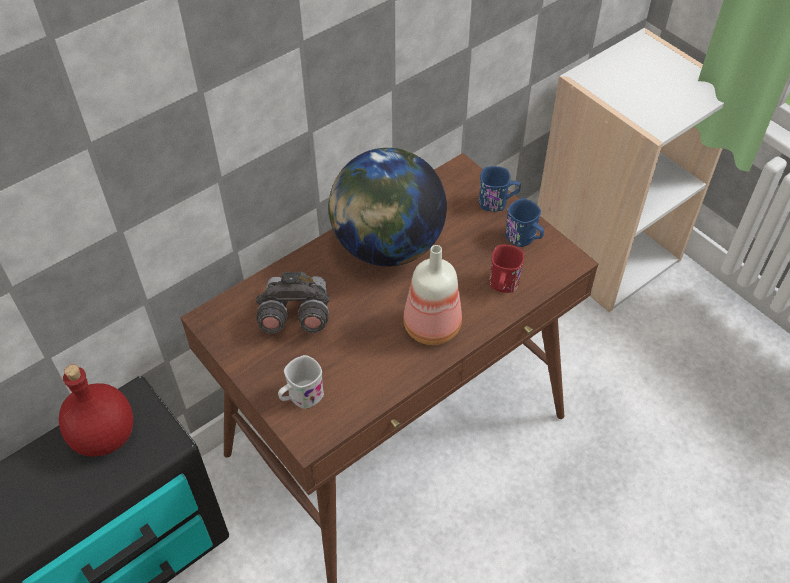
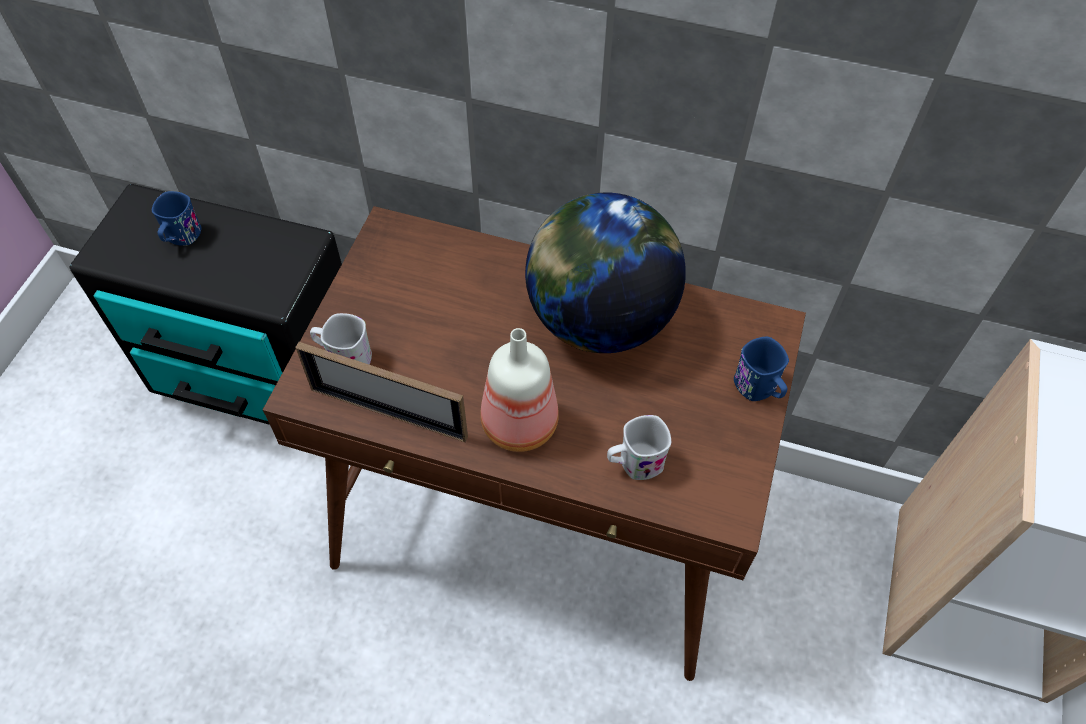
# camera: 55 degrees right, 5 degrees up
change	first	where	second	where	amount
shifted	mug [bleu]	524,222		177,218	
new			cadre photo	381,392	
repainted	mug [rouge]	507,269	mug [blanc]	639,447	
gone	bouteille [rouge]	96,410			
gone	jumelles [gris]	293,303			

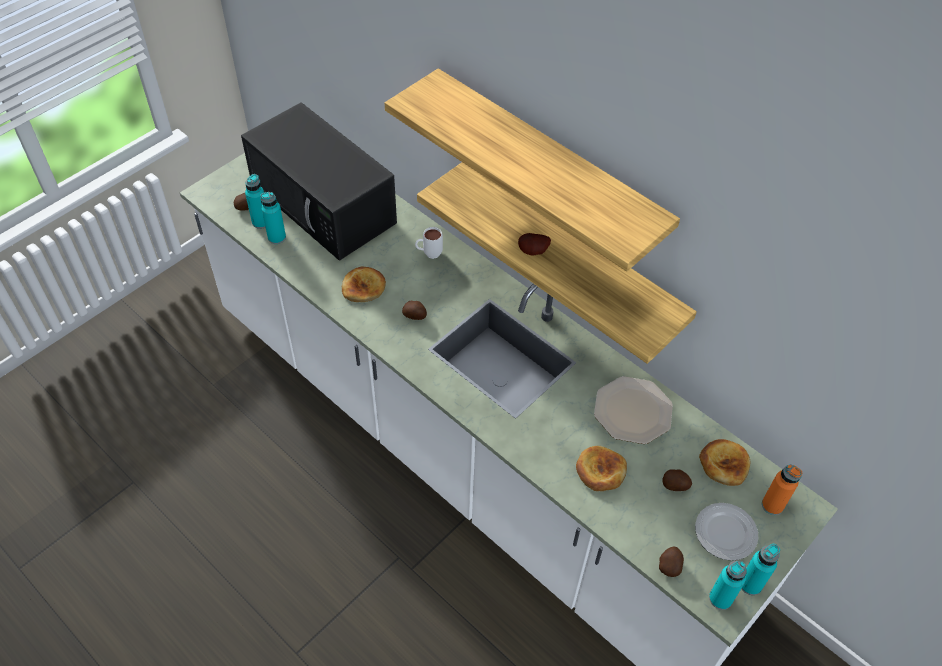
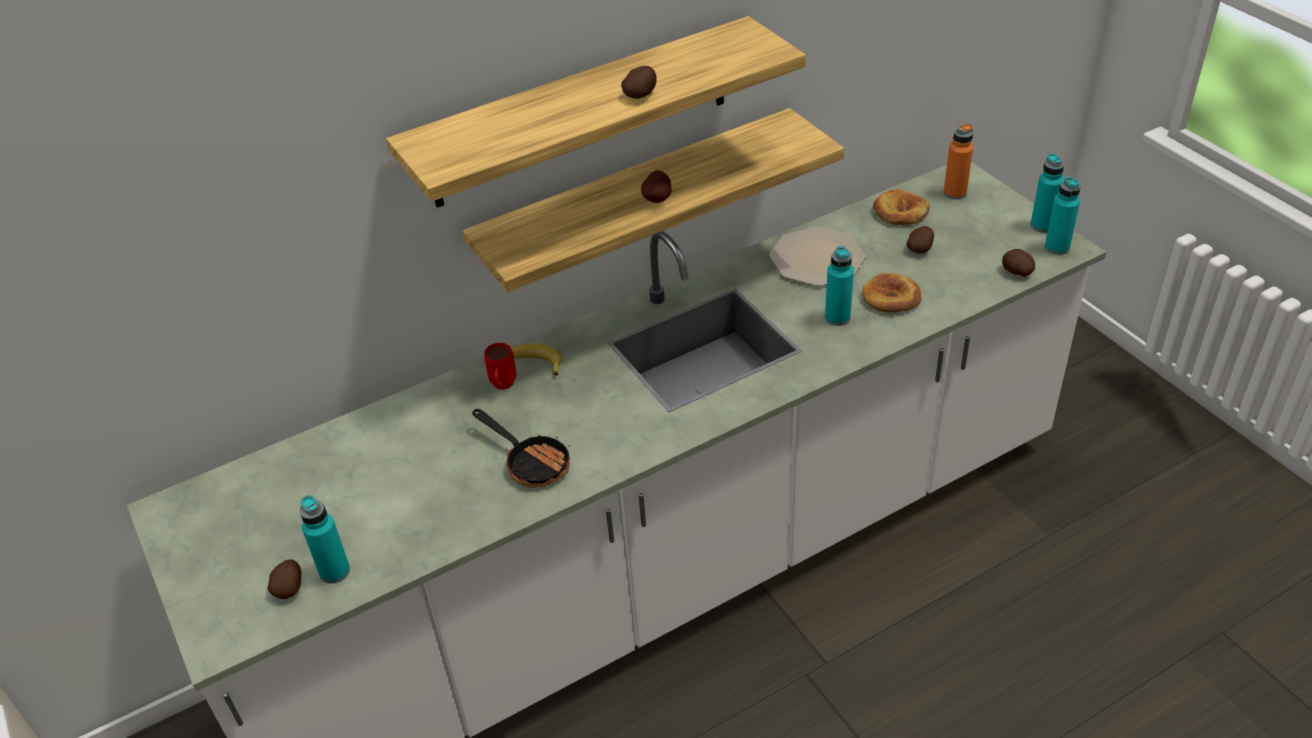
# camera: 70 degrees left, 10 degrees down
change	first	where	second	where	amount
swapped	pain	364,284	poêle	521,448	
repainted	mug [blanc]	429,243	mug [rouge]	500,366	
new			banane	537,359	
shifted	pomme de terre	414,310		639,82	
shifted	bouteille [turquoise]	273,218		839,286	
gone	micro-ondes [noir]	319,181			
gone	assiette	726,532			

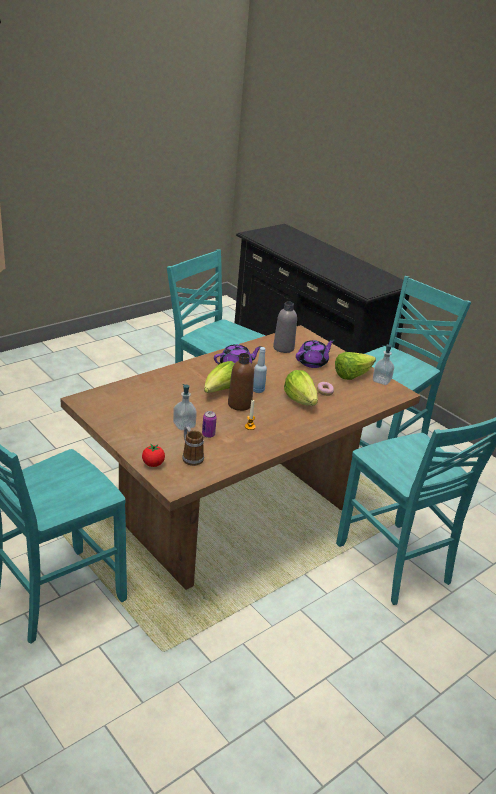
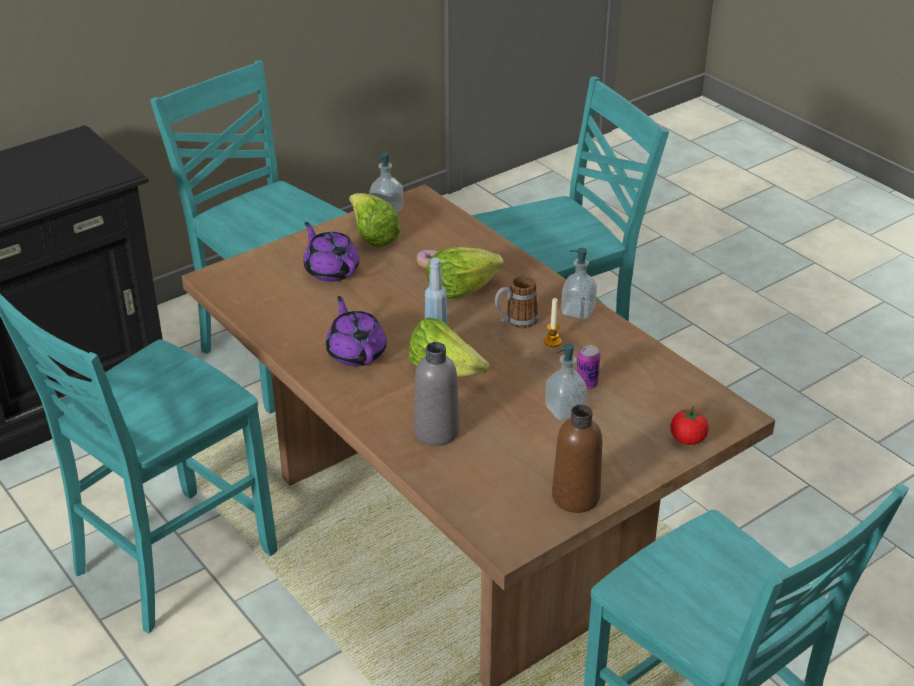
# camera: 85 degrees left, 5 degrees up
change	first	where	second	where	amount
shifted	bouteille [gris]	285,327		437,394	
shifted	mug	193,446		516,302	
shifted	bouteille [marron]	241,382		577,458	
new			distributeur de savon	579,283	

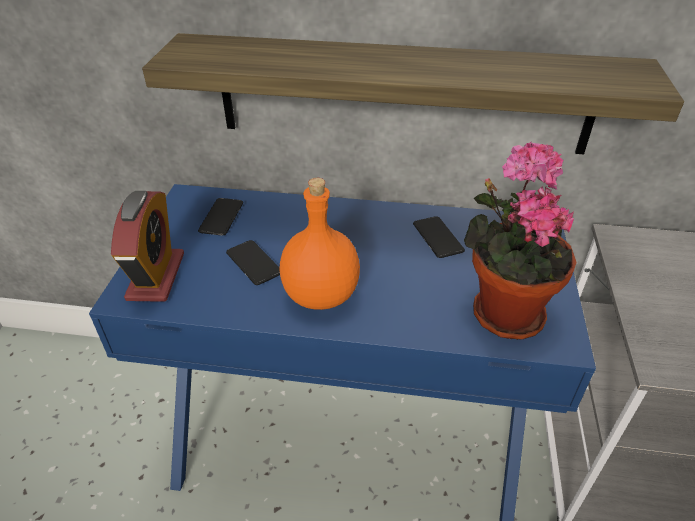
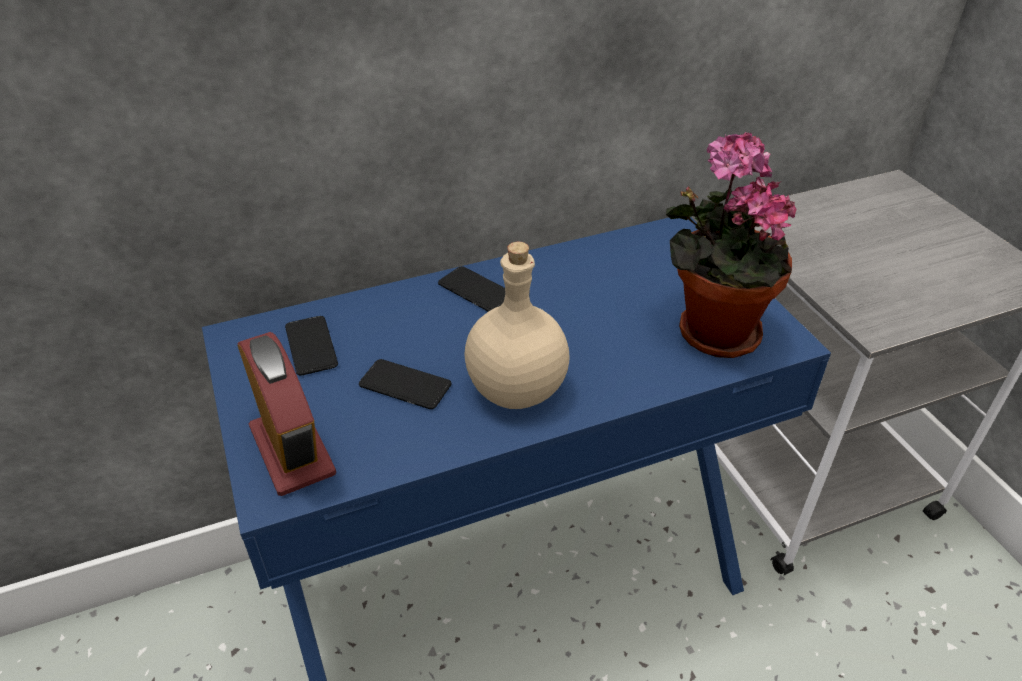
# camera: 30 degrees left, 0 degrees up
change	first	where	second	where	amount
shifted	téléphone	439,237		472,289	
repainted	bouteille [orange]	319,244	bouteille [beige]	517,325	
gone	étagère	413,93			

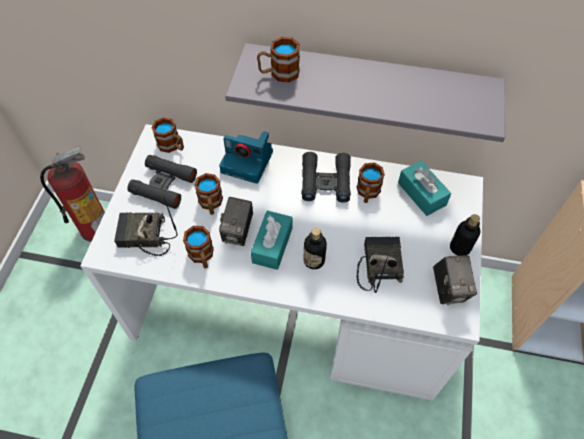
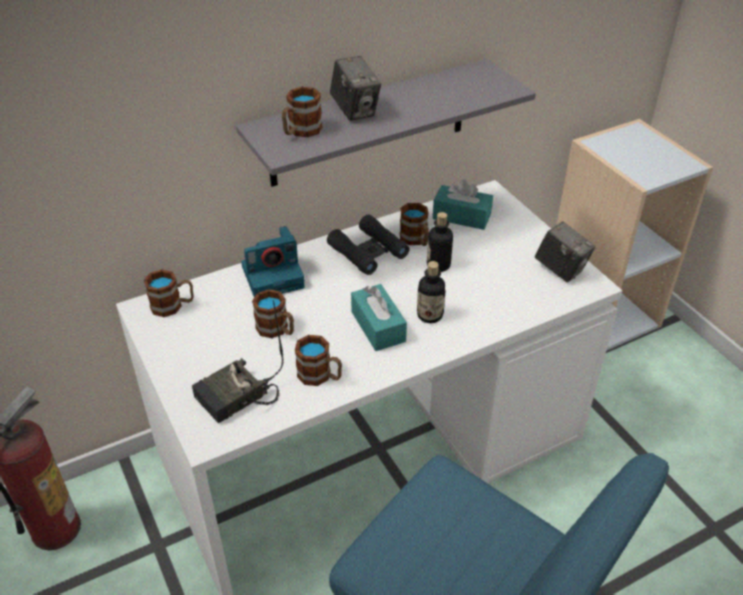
# camera: 40 degrees left, 15 degrees down
change	first	where	second	where	amount
shifted	appareil photo	236,221		355,88	
shifted	bouteille	465,235		440,242	
gone	jumelles [noir]	162,182			
gone	radio	380,265			

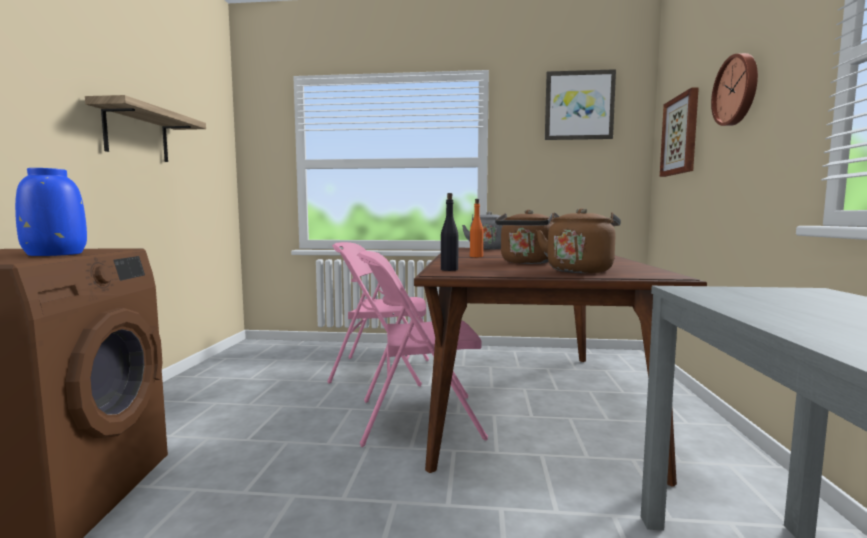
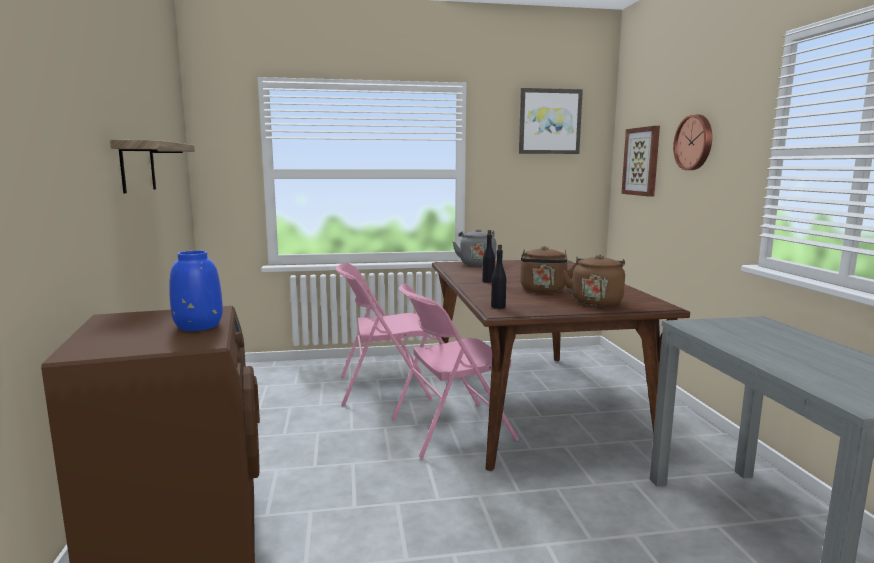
# camera: 15 degrees left, 5 degrees up
change	first	where	second	where	amount
repainted	bouteille [orange]	476,228	bouteille [noir]	488,256	

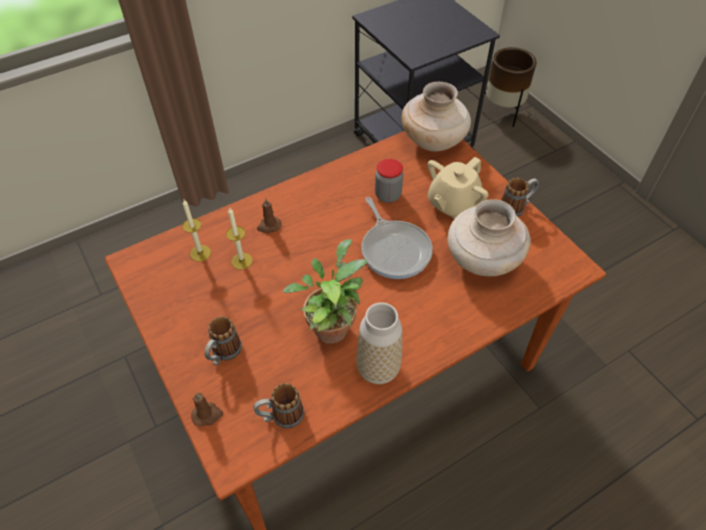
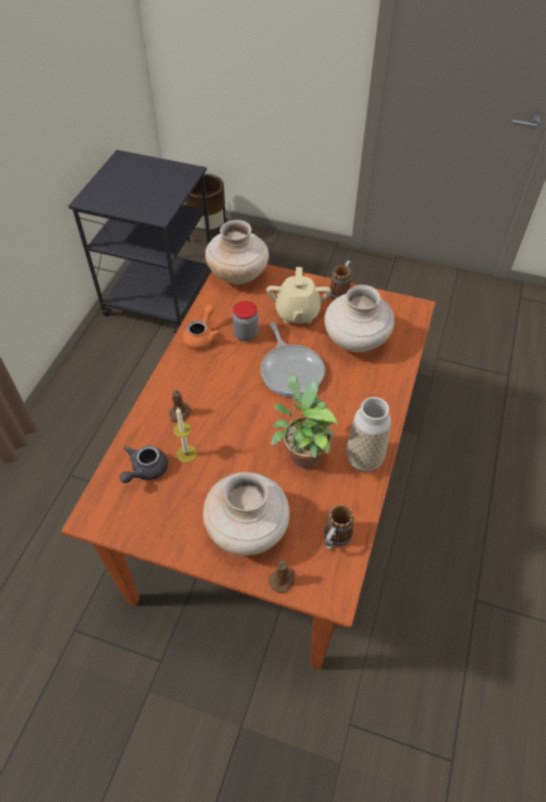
# camera: 40 degrees left, 0 degrees up
change	first	where	second	where	amount
swapped	bougie	196,231	théière [gris]	144,464	
new			théière [orange]	201,327	
swapped	mug	223,340	vase [beige]	246,513	
rotated	poêle	397,238		292,359	45 degrees clockwise

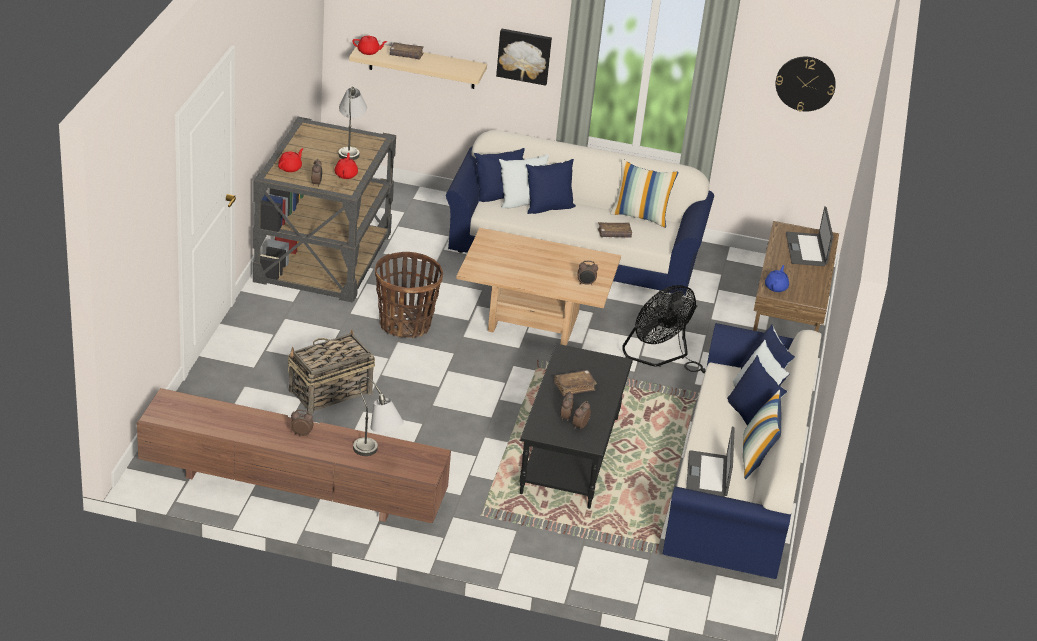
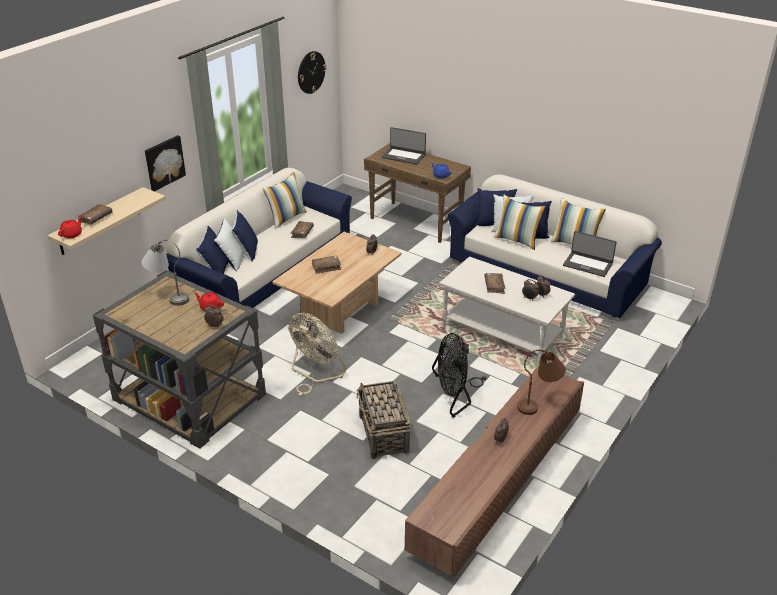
# camera: 65 degrees left, 0 degrees up
change	first	where	second	where	amount
swapped	panier	409,295	ventilateur [beige]	317,355	
new			livre [marron]	326,265	
shifted	ventilateur [noir]	664,329		459,375	
repainted	table basse [noir]	576,426	table basse [blanc]	507,311	
new			coussin	520,222	
repainted	lampe de table [gris]	378,416	lampe de table [marron]	541,382	
gone	théière [rouge]	290,160			

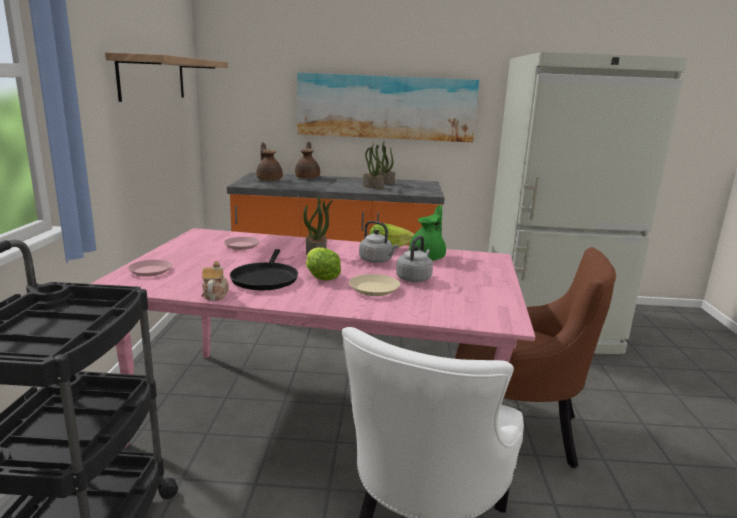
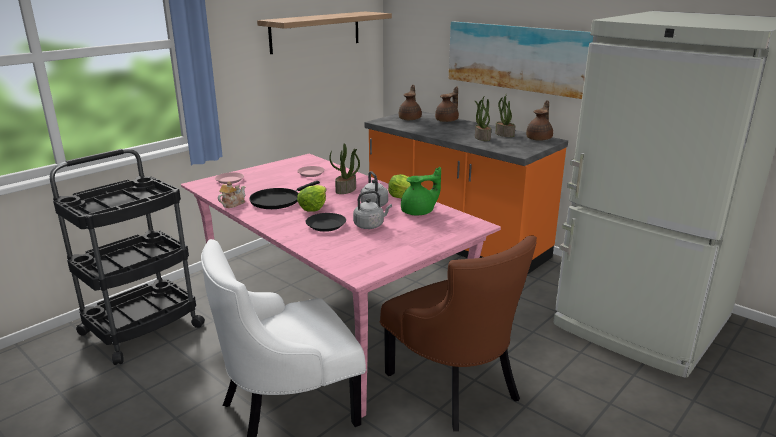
# camera: 40 degrees right, 5 degrees up
change	first	where	second	where	amount
repainted	assiette [beige]	374,285	assiette [noir]	326,222	
new			théière [marron]	539,120	

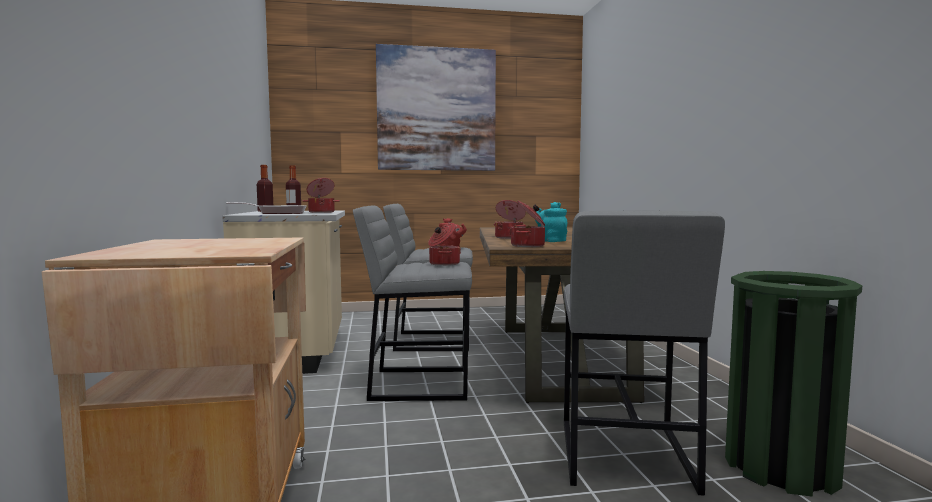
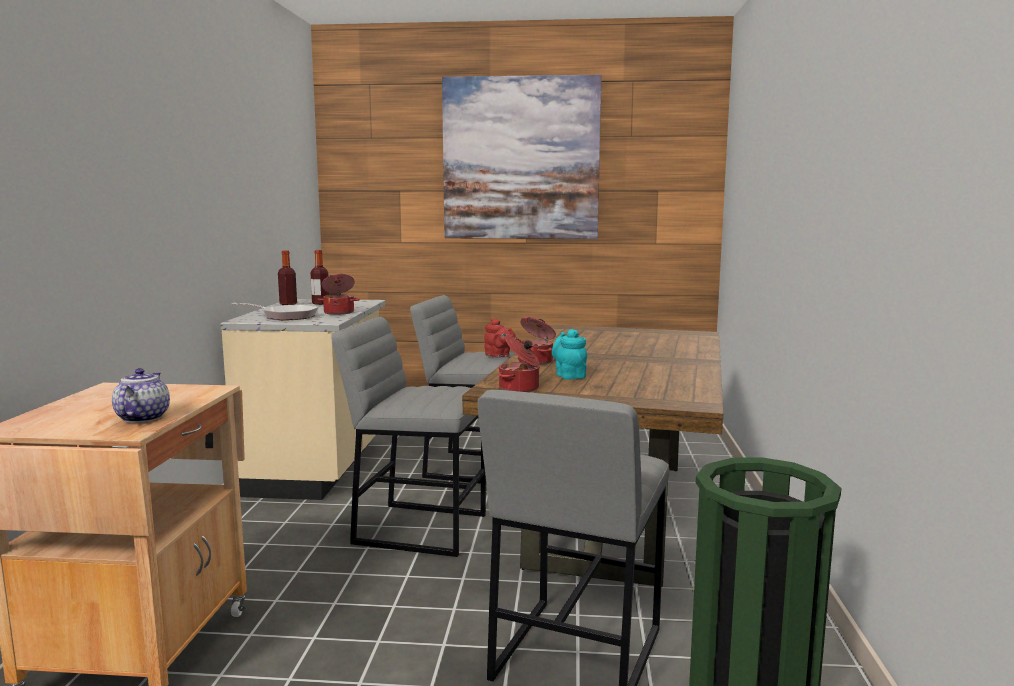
# camera: 15 degrees right, 5 degrees up
change	first	where	second	where	amount
new			théière	141,395	
gone	marmite	444,244			

